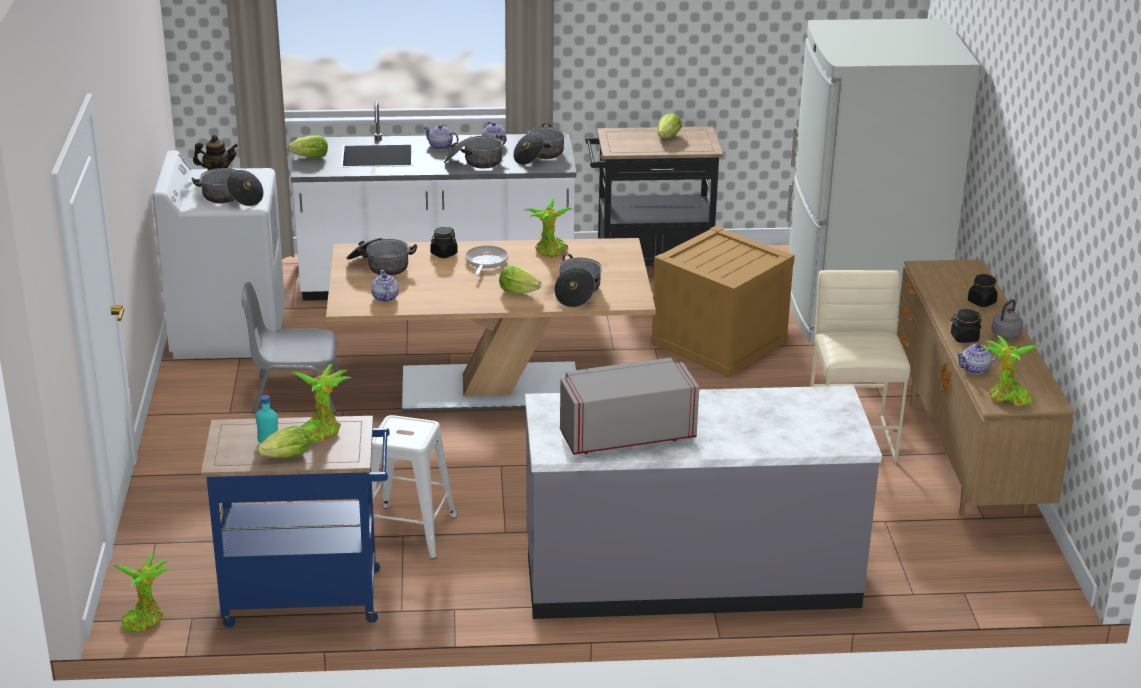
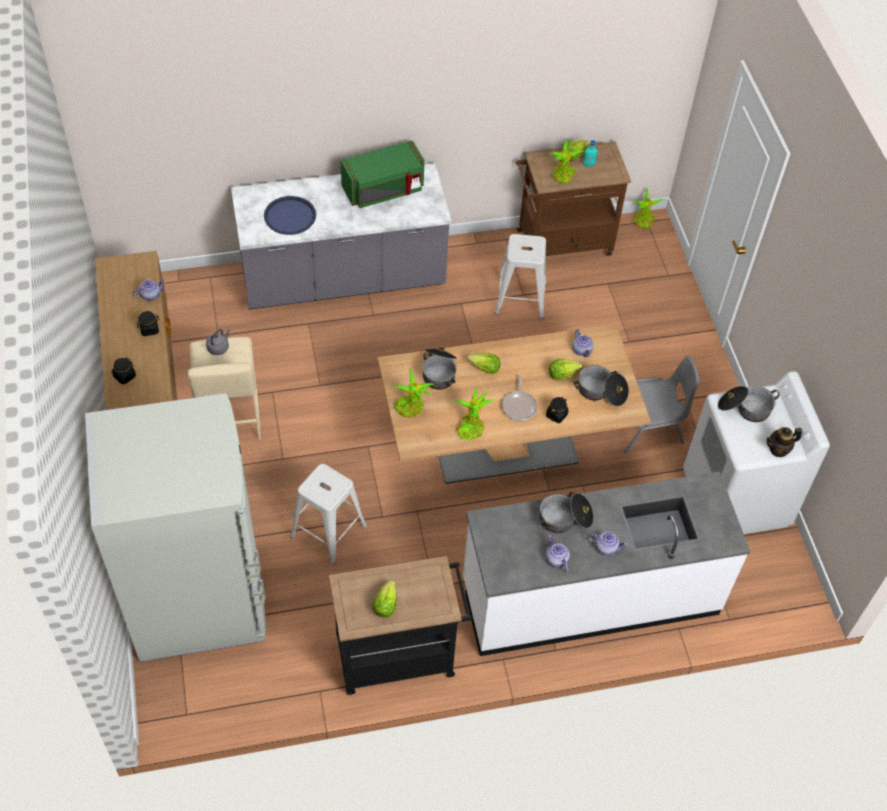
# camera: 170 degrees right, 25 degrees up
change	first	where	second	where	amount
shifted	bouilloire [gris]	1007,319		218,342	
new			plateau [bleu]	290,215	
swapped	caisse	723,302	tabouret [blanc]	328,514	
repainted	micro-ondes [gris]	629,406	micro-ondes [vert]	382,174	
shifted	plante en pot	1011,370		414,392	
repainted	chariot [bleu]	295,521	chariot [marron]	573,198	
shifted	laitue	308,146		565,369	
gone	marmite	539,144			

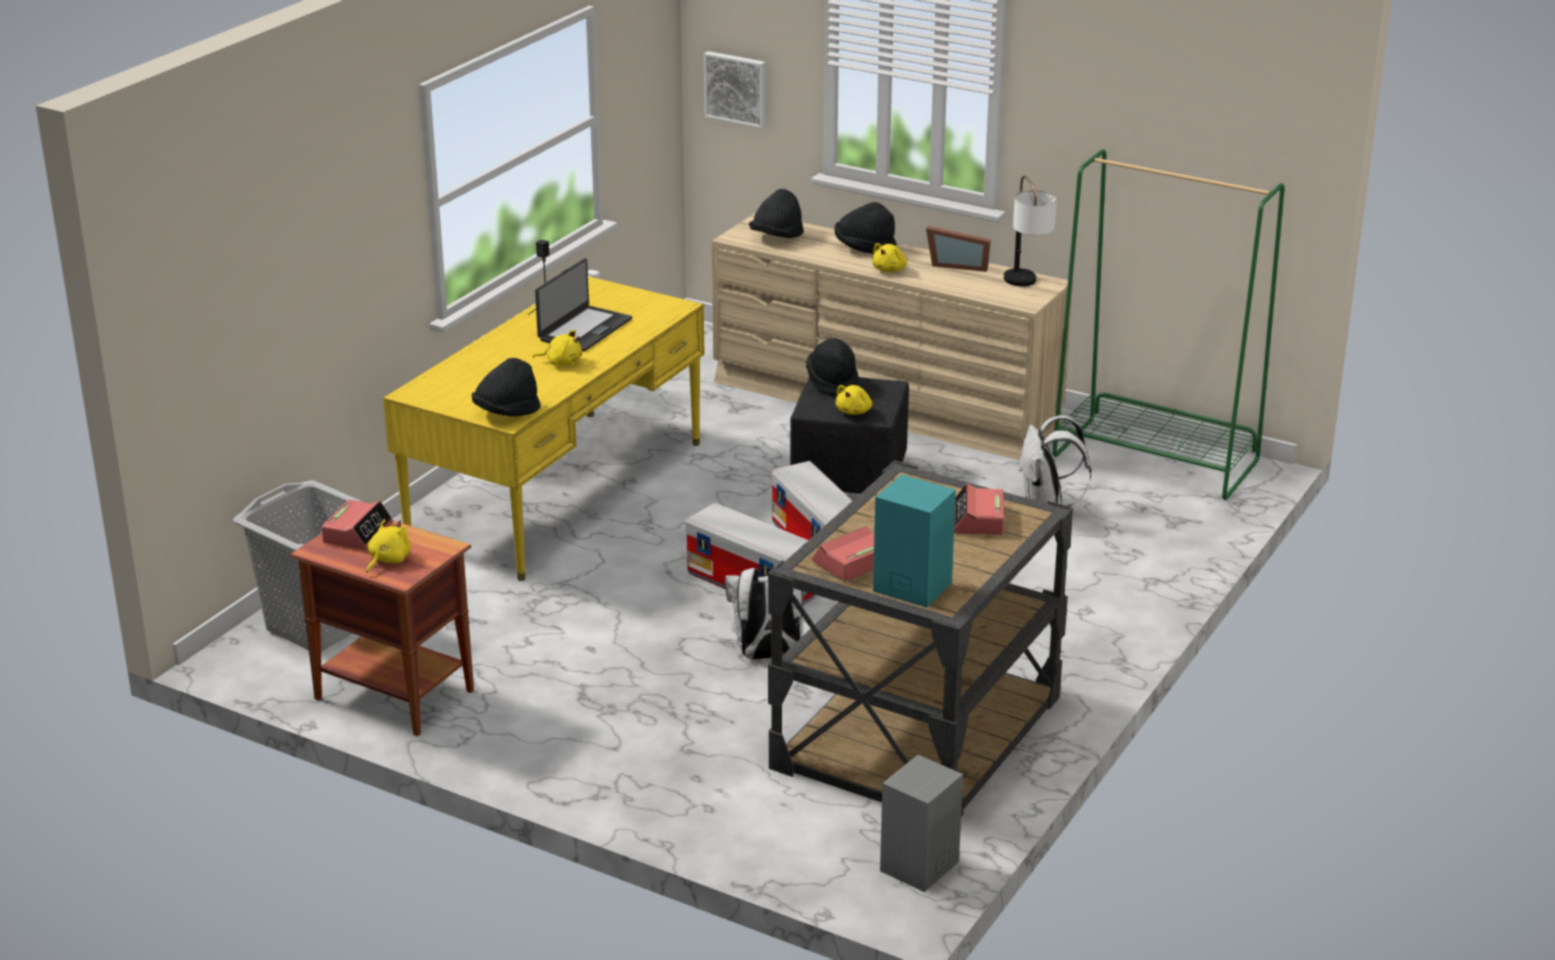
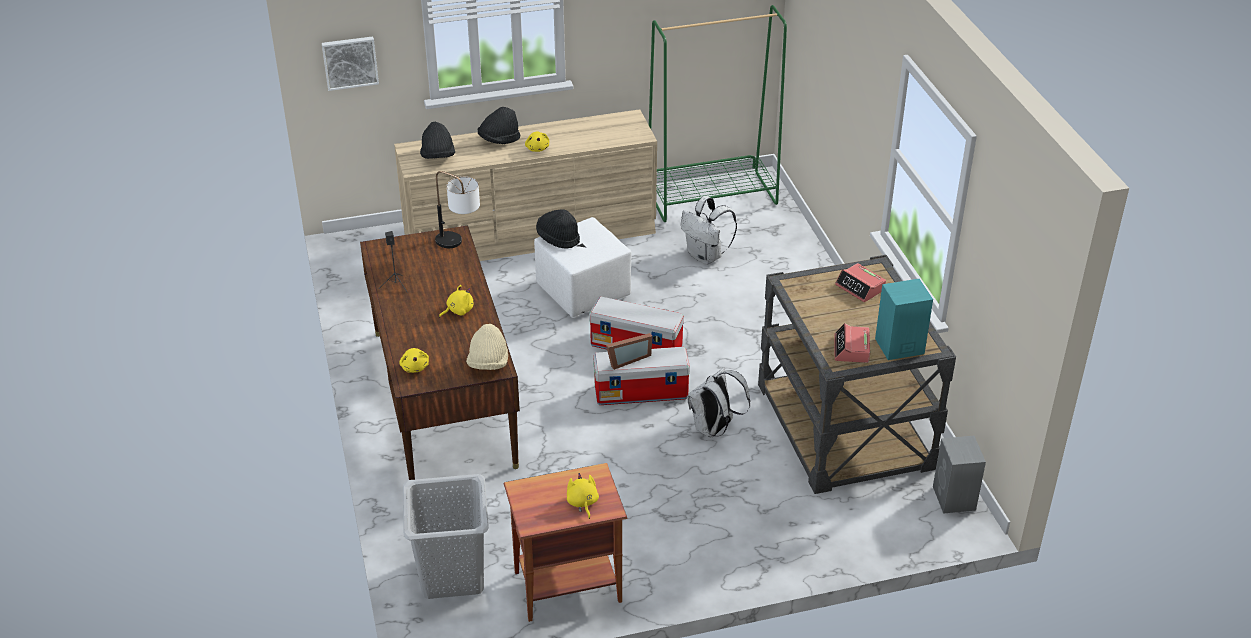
# camera: 45 degrees left, 10 degrees up
change	first	where	second	where	amount
repainted	bureau [jaune]	544,428	bureau [marron]	440,353	
shifted	peluche [jaune]	853,400		414,360	
shifted	lampe de table	1030,231		457,209	
repainted	chapeau [noir]	506,387	chapeau [beige]	487,347	
repainted	pouf [noir]	849,435	pouf [blanc]	583,267	
shifted	cadre photo	958,249		629,351	
gone	réveil	357,525			
gone	ordinateur portable	583,305			

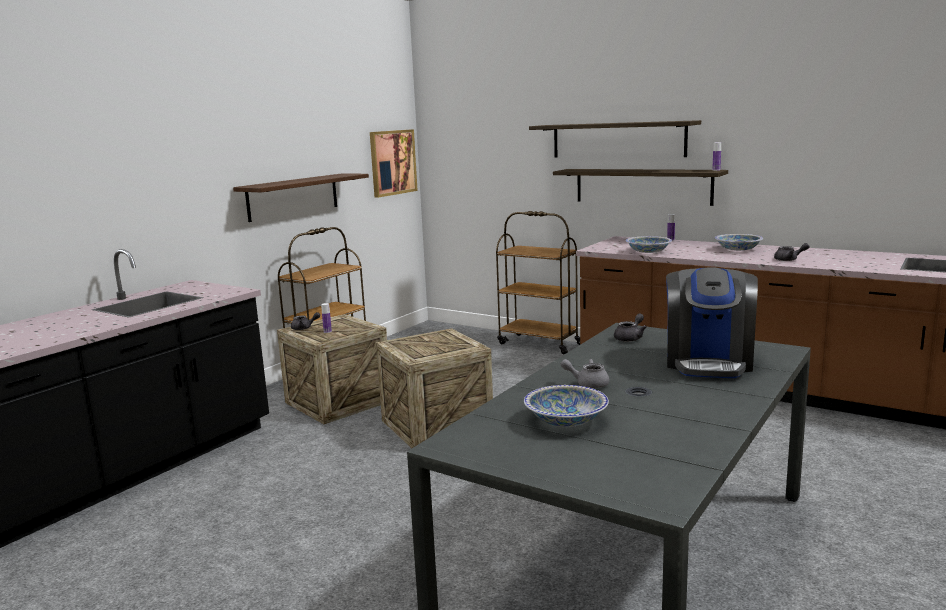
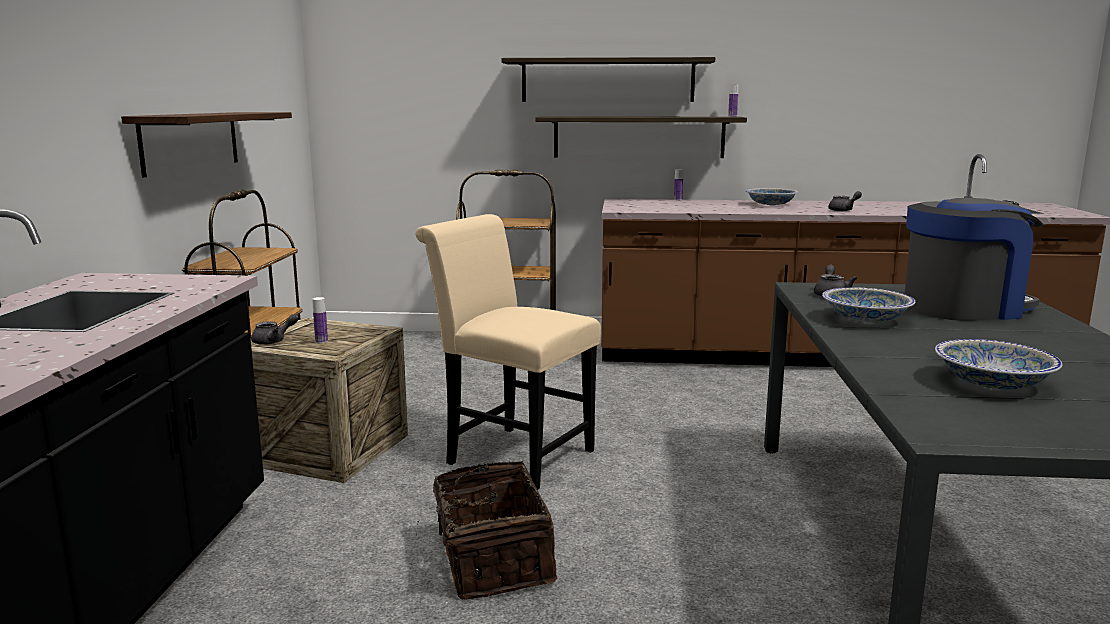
# camera: 30 degrees left, 0 degrees up
change	first	where	second	where	amount
swapped	caisse	434,388	chaise [beige]	508,352	
new			panier	486,530	
shifted	bol	649,244		868,305	
rotated	machine à café	712,322		974,259	90 degrees counterclockwise
gone	tableau	394,163			
gone	théière [gris]	584,373			

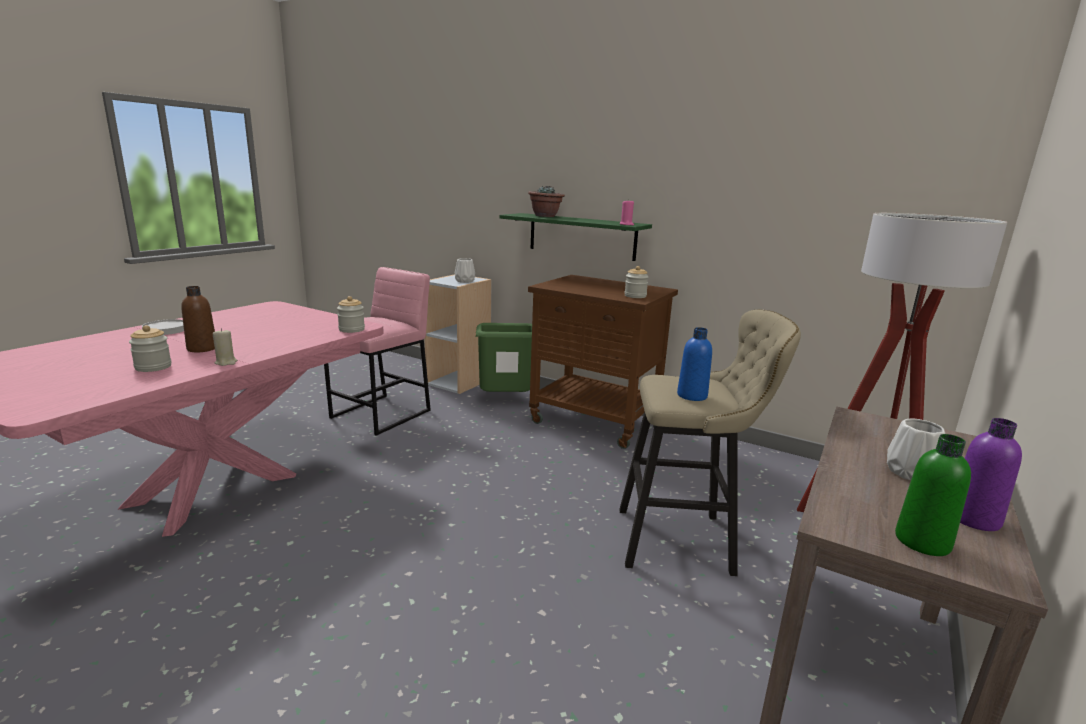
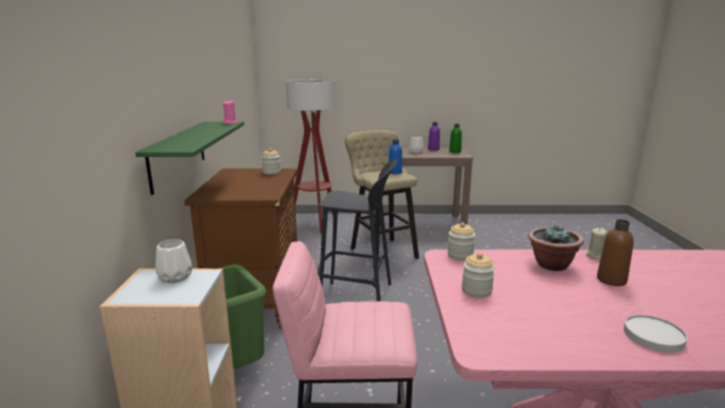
# camera: 120 degrees left, 0 degrees up
change	first	where	second	where	amount
new			tabouret [gris]	357,230	
shifted	bocal	150,348		478,275	
shifted	plante en pot	546,201		556,247	

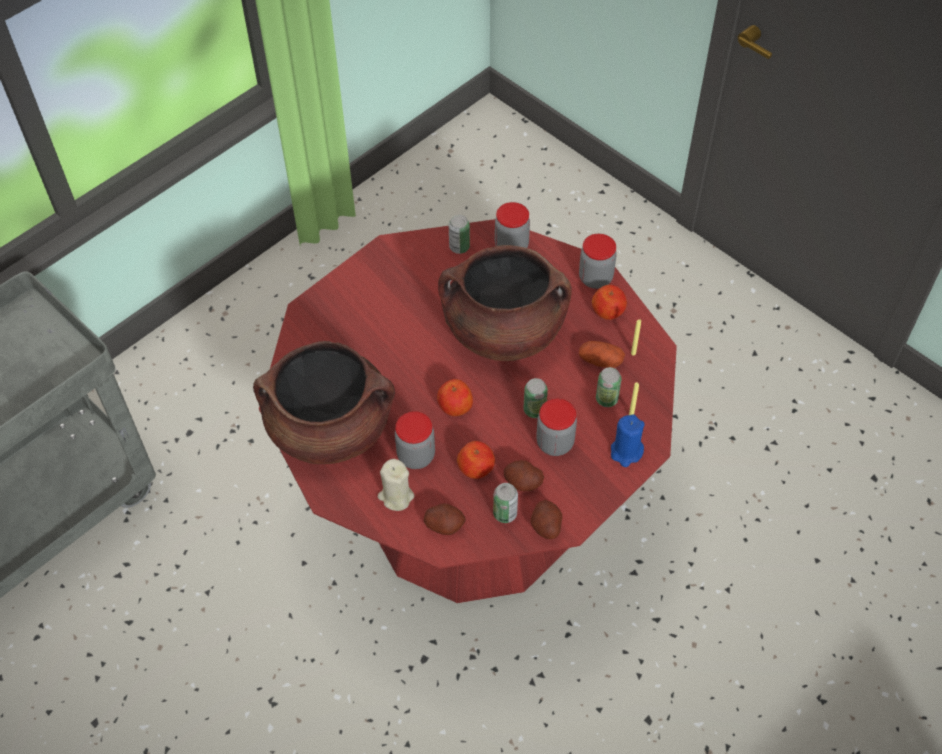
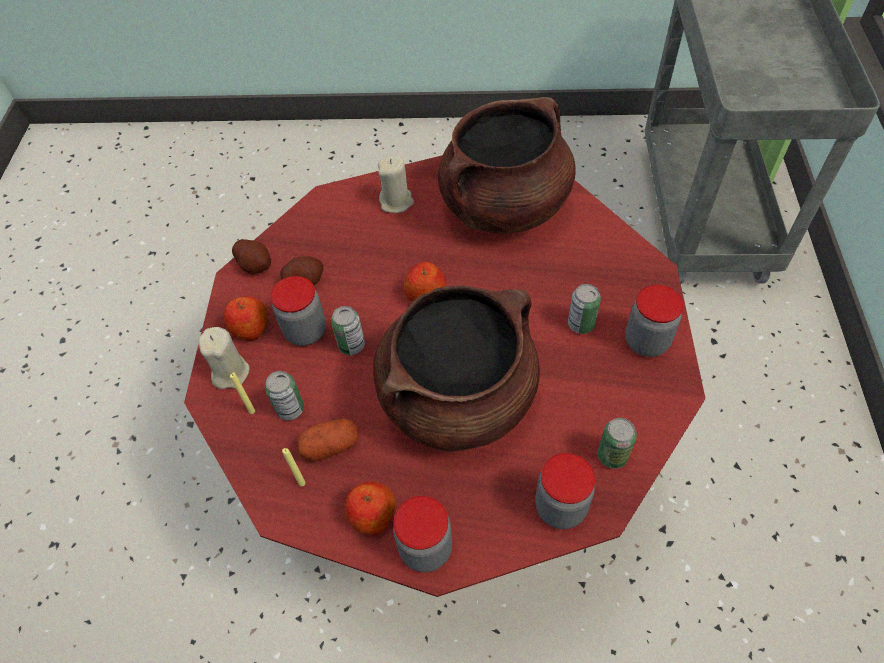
# camera: 140 degrees right, 0 degrees up
change	first	where	second	where	amount
repainted	bougie [bleu]	628,440	bougie [beige]	224,358	
shifted	pomme	476,460		246,318	
shifted	boîte métallique	505,503		584,309	
shifted	bocal	415,440		654,321	
gone	pomme de terre	445,519			

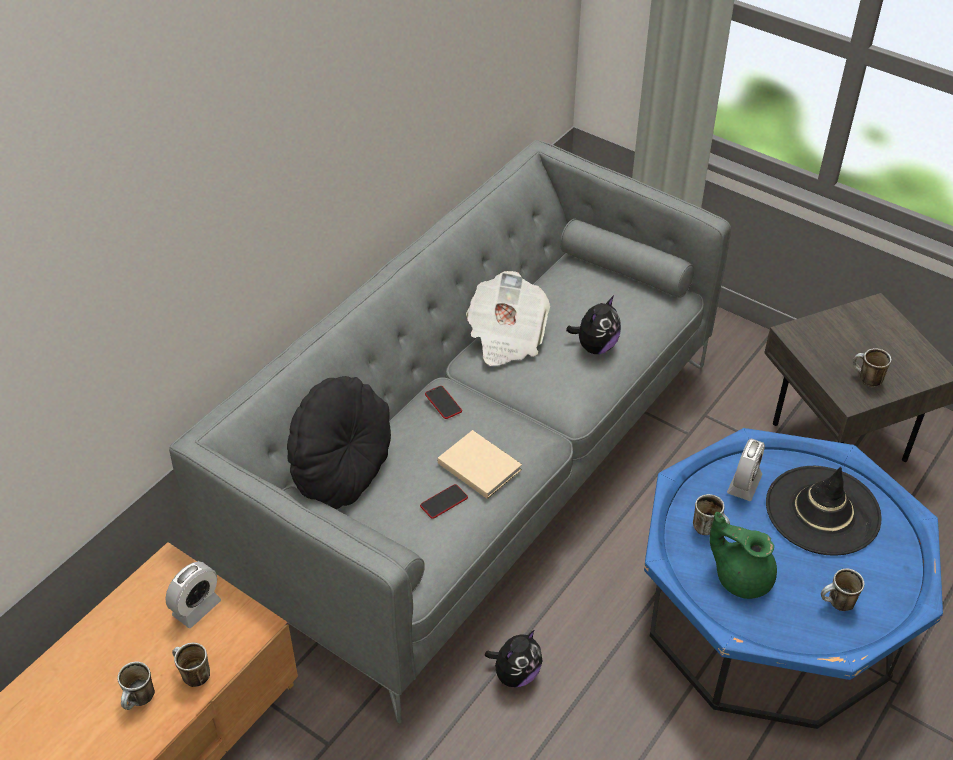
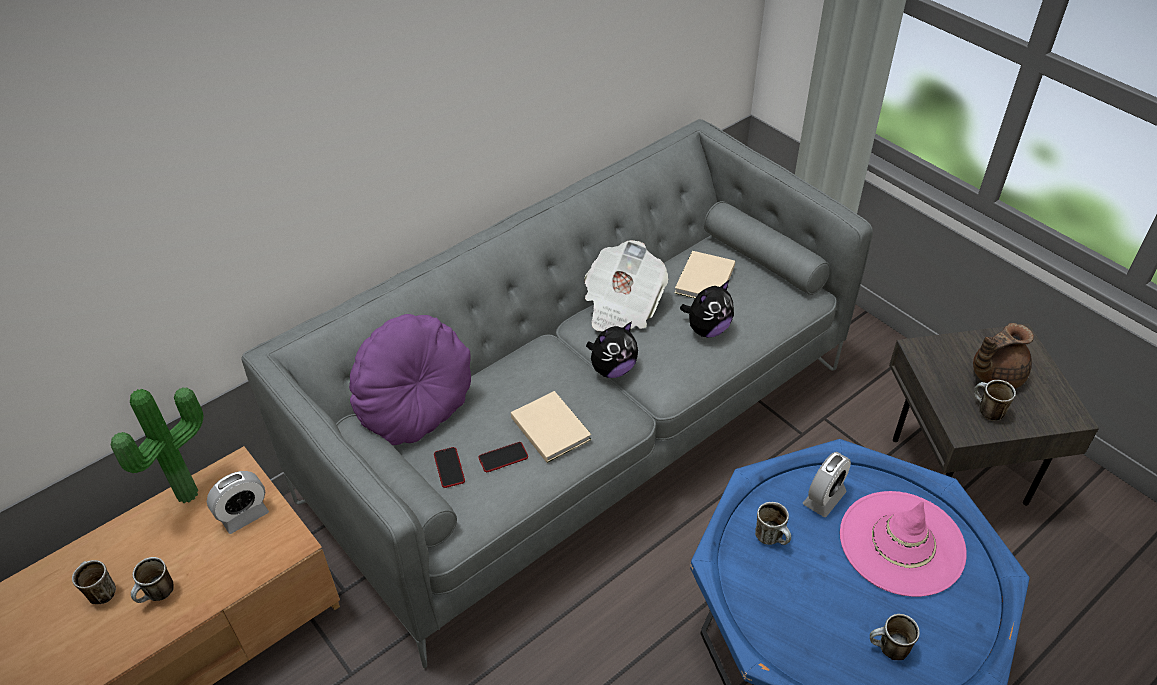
# camera: 15 degrees right, 0 degrees up
change	first	where	second	where	amount
shifted	mug	191,665		94,582	
new			plante en pot	157,445	
repainted	coussin [noir]	339,442	coussin [violet]	410,379	
shifted	téléphone	443,402		449,467	
shifted	peluche	514,658		612,349	
new			livre [beige]	705,274	
repainted	chapeau [noir]	824,511	chapeau [rose]	903,544	
new			théière [marron]	1003,356	
gone	théière [vert]	743,555			

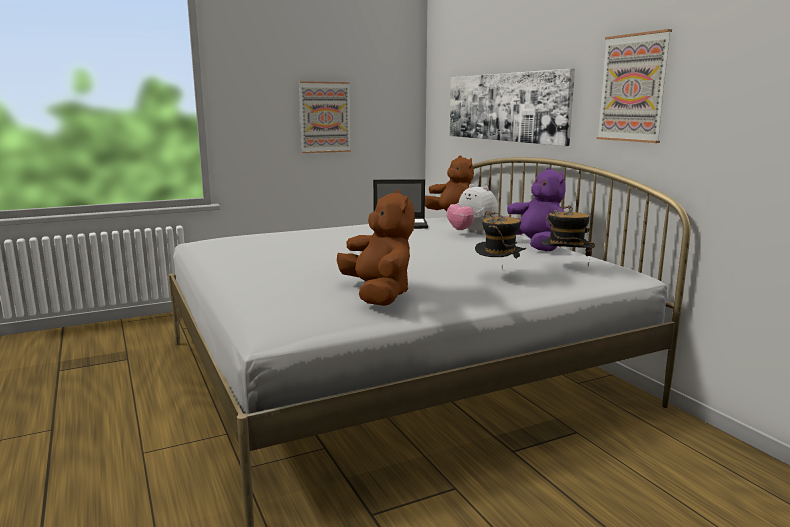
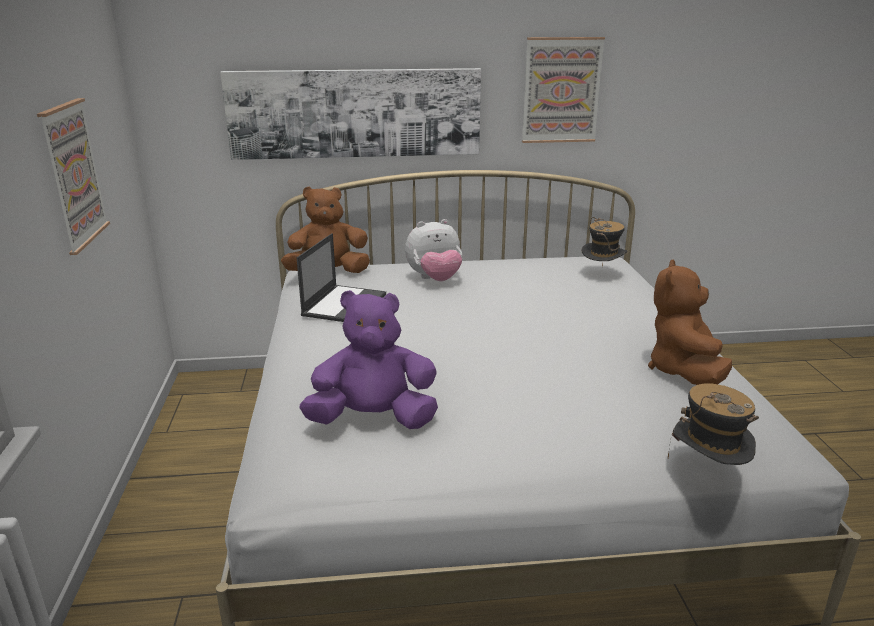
# camera: 70 degrees left, 10 degrees up
change	first	where	second	where	amount
shifted	peluche [violet]	533,209		368,359	
rotated	peluche [marron]	376,248		690,322	75 degrees counterclockwise
shifted	chapeau	500,239		713,424	

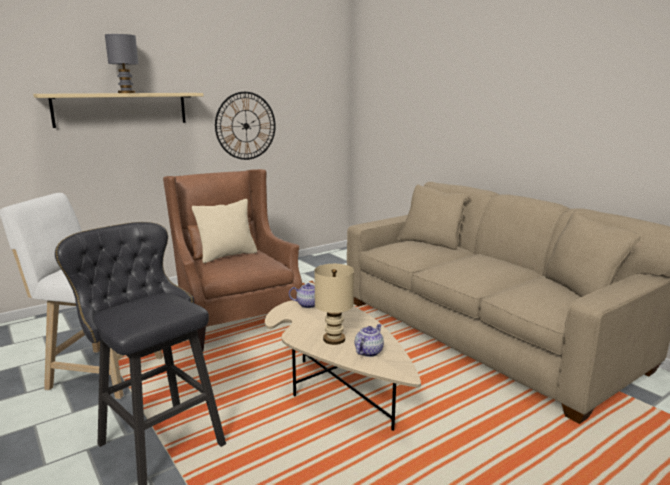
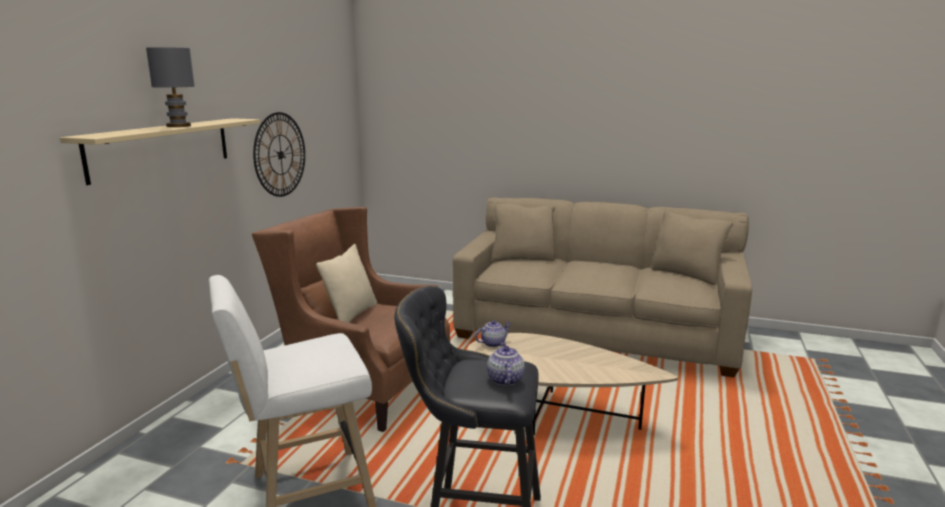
# camera: 35 degrees left, 0 degrees up
change	first	where	second	where	amount
shifted	théière	369,340		506,364	
gone	lampe de table [beige]	334,304			

